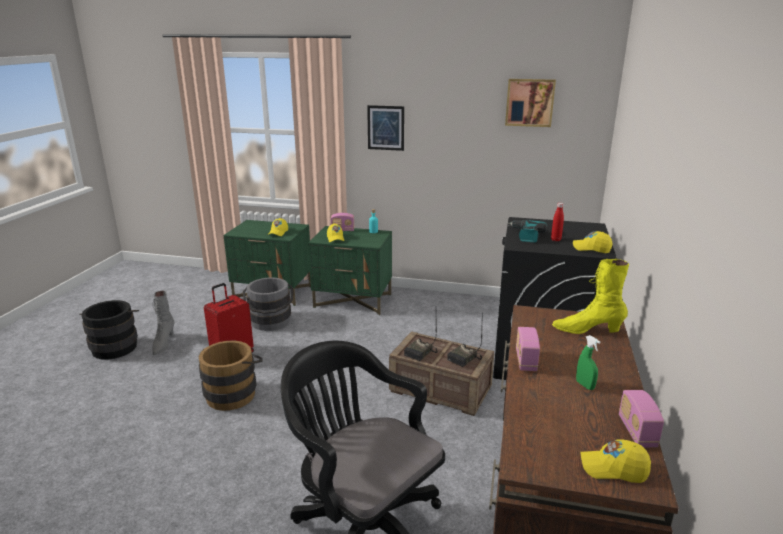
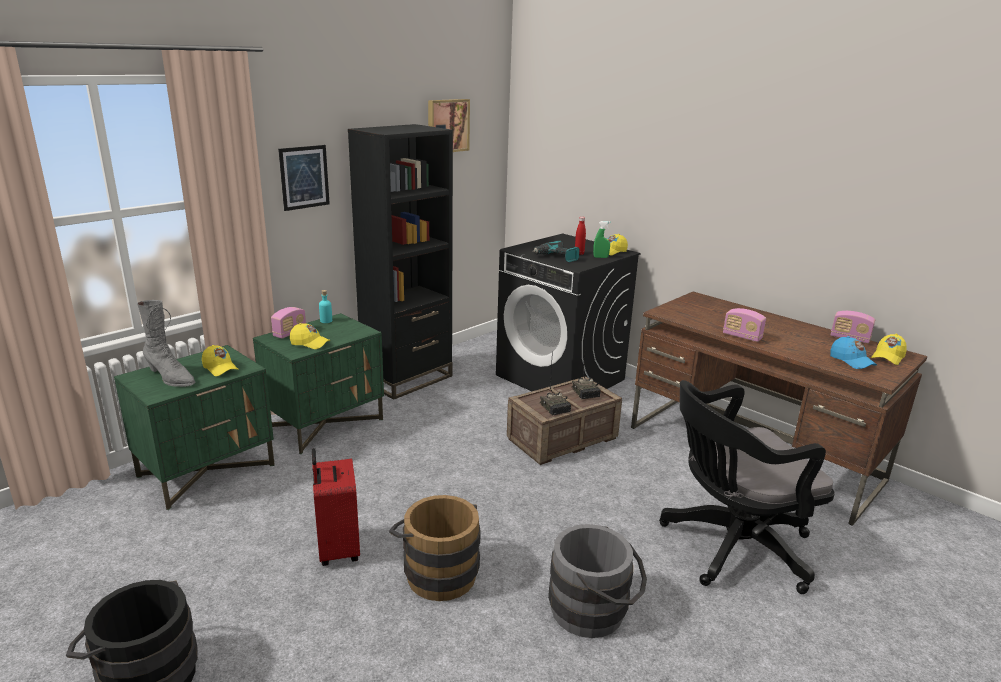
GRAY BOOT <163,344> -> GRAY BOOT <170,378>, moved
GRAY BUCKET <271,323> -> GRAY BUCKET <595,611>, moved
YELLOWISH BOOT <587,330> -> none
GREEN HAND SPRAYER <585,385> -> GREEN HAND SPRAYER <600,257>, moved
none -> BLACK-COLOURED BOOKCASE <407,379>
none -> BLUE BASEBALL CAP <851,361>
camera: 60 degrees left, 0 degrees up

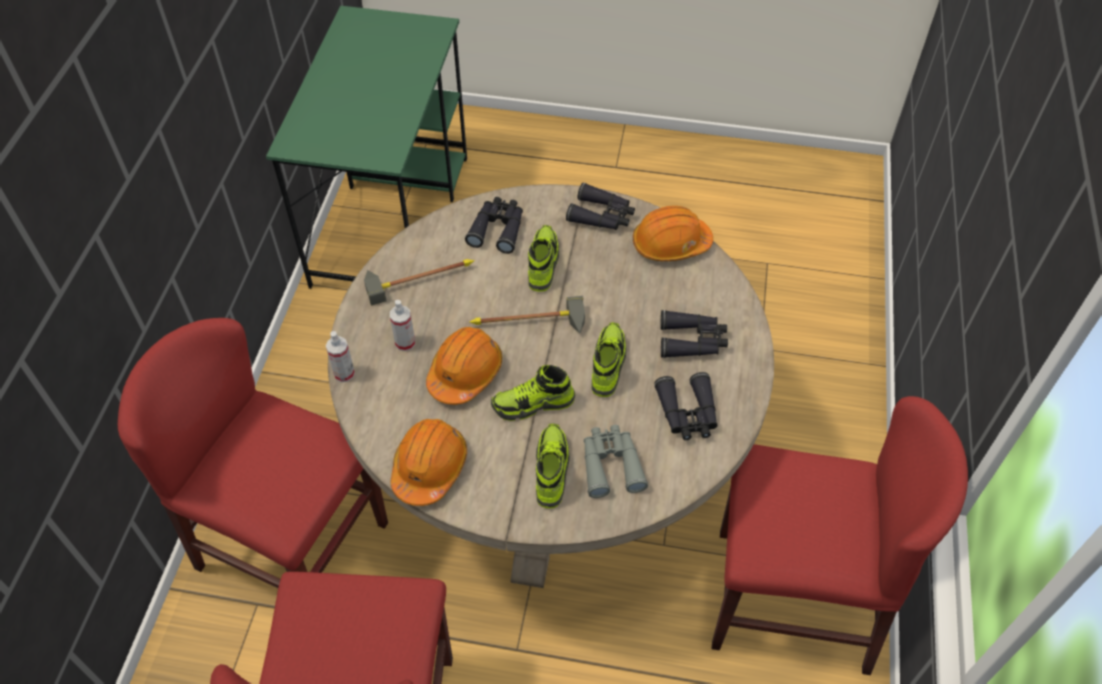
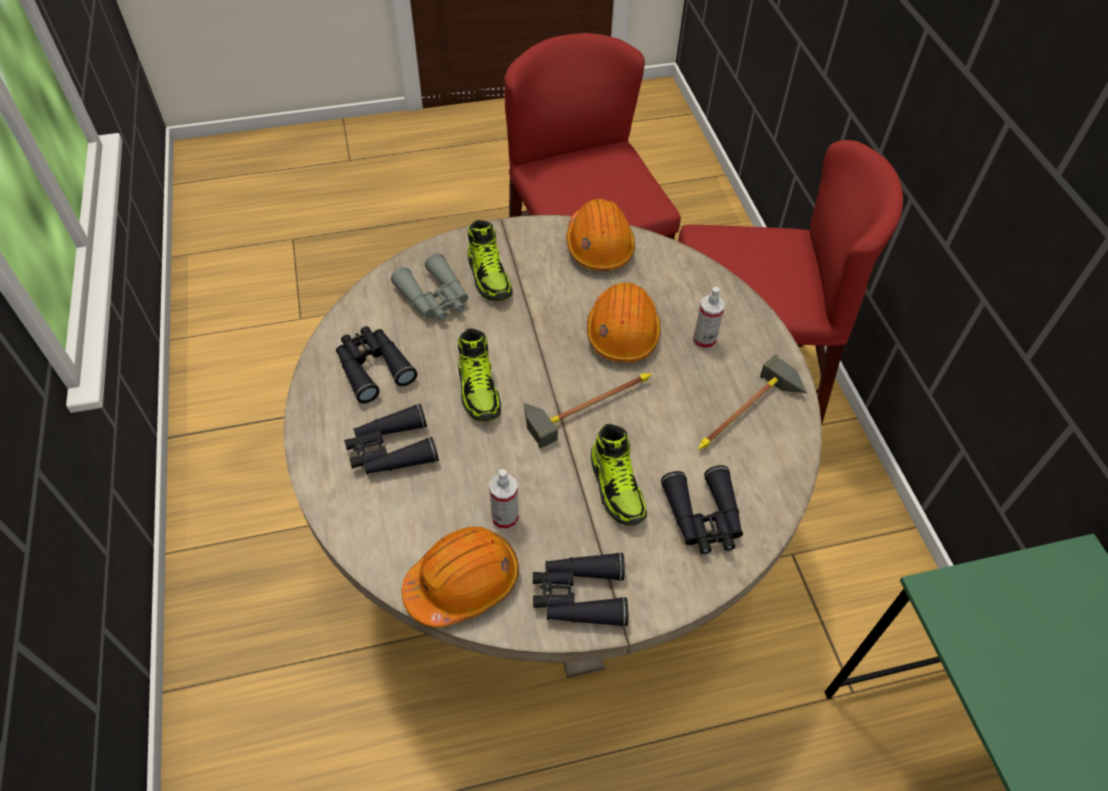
HAND SPRAYER <344,373> -> HAND SPRAYER <505,518>, moved
ITEM OF FOOTWEAR <533,404> -> none
REDDISH UPRIGHT CHAIR <791,599> -> none
camera: 155 degrees right, 0 degrees up

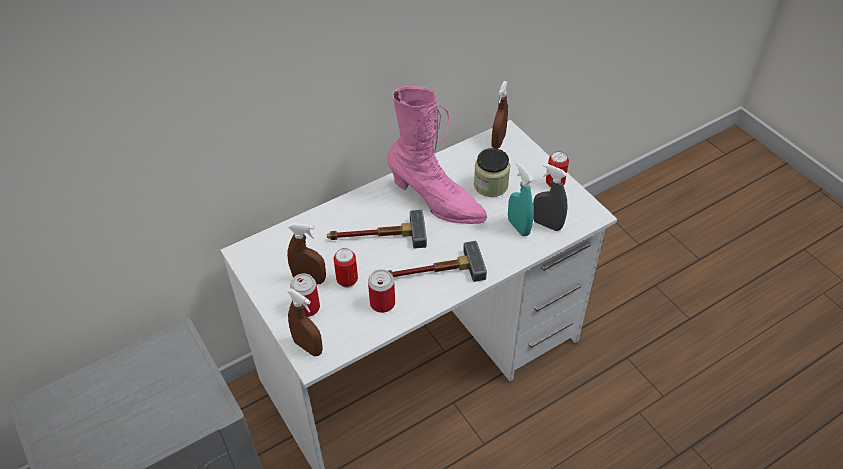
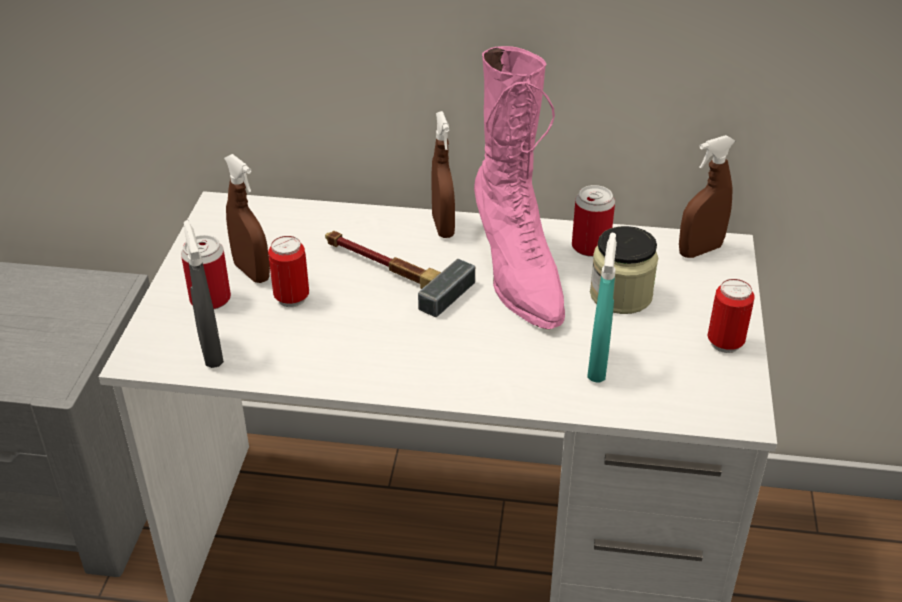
BROWNISH HAND SPRAYER <308,347> -> BROWNISH HAND SPRAYER <443,227>, moved
METAL CAN <382,303> -> METAL CAN <590,247>, moved
HAND HAMMER <432,272> -> none
GRAY HAND SPRAYER <547,224> -> GRAY HAND SPRAYER <211,352>, moved
camera: 40 degrees right, 10 degrees down

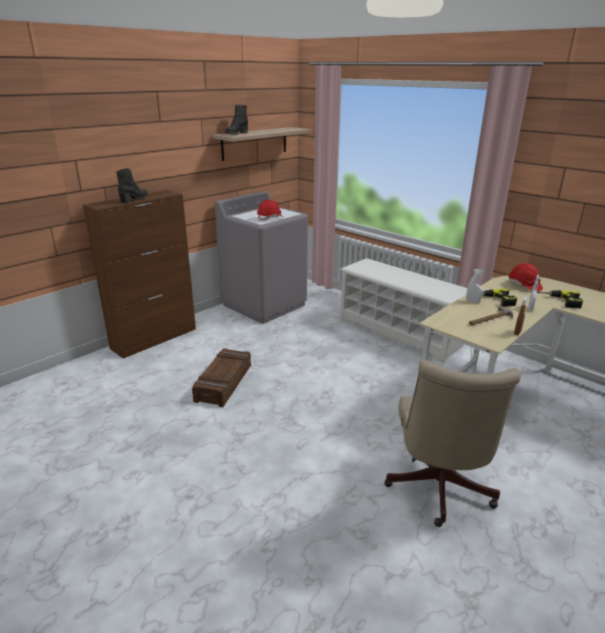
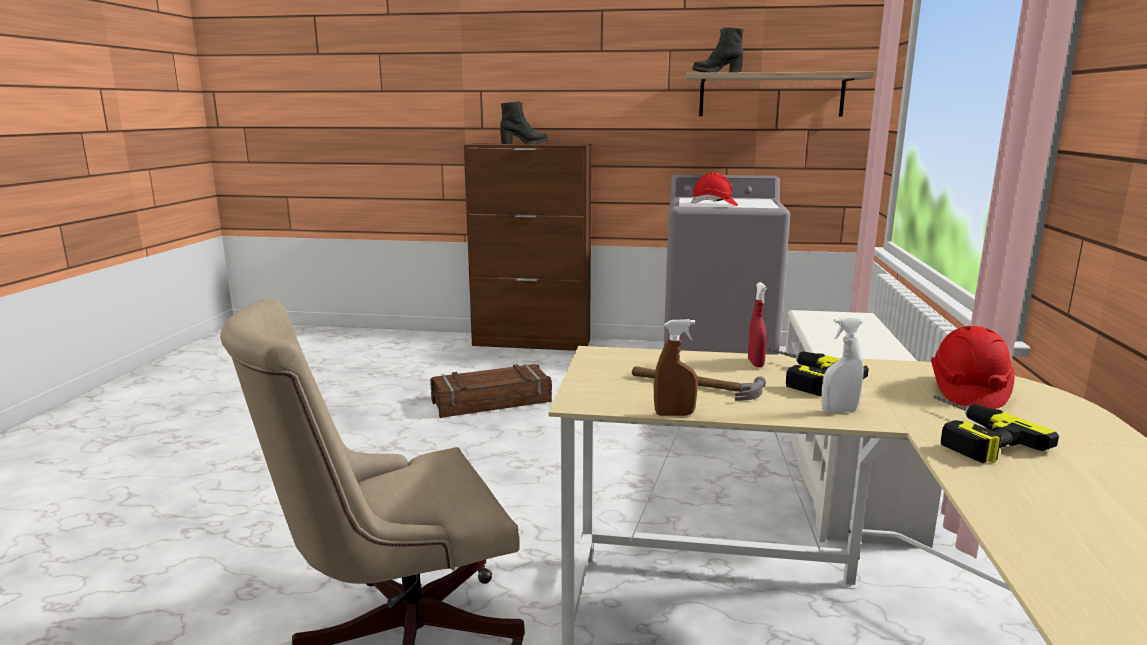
WHITE HAND SPRAYER <472,301> -> REDDISH HAND SPRAYER <755,363>
camera: 55 degrees right, 10 degrees down

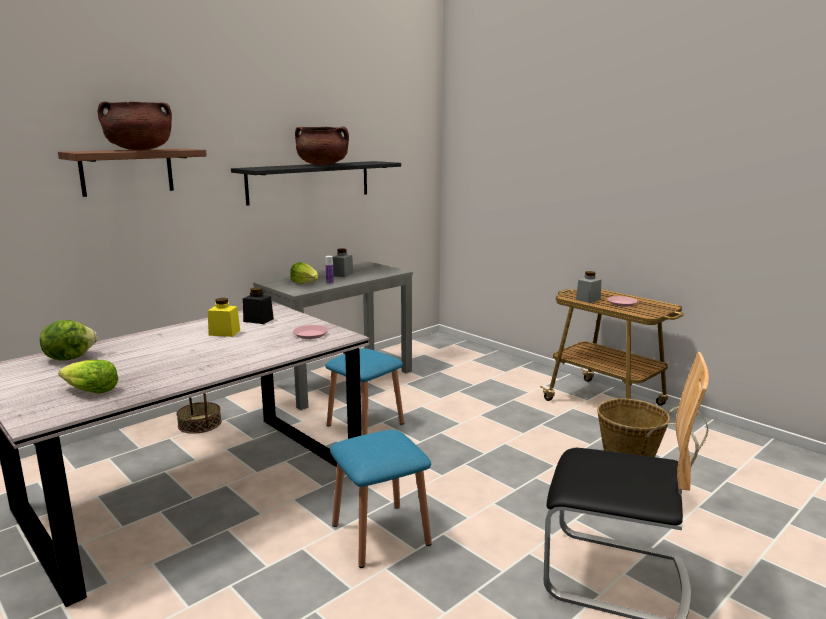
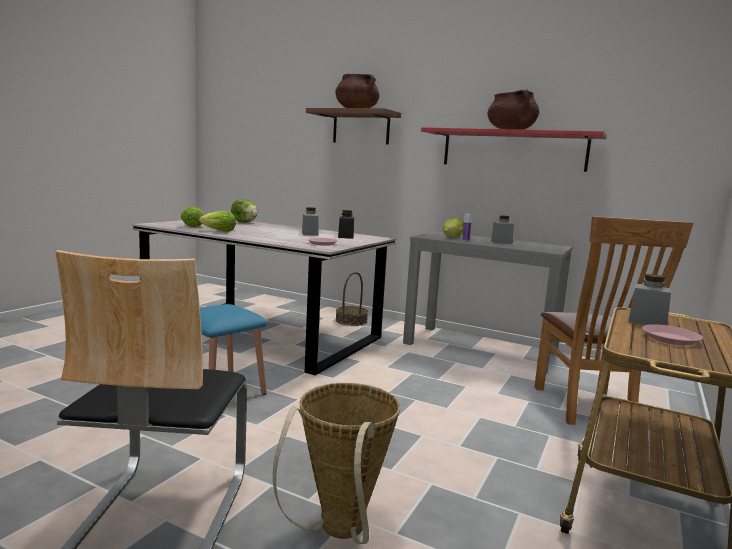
YELLOWISH PRESERVE JAR <224,333> -> GRAY PRESERVE JAR <310,234>
BLACK-COLOURED WALL SHELF <309,182> -> REDDISH WALL SHELF <513,150>
BLUE STOOL SEAT <365,424> -> none
none -> LETTUCE HEAD <218,231>
none -> BROWNISH UPRIGHT CHAIR <586,409>
camera: 70 degrees right, 5 degrees down

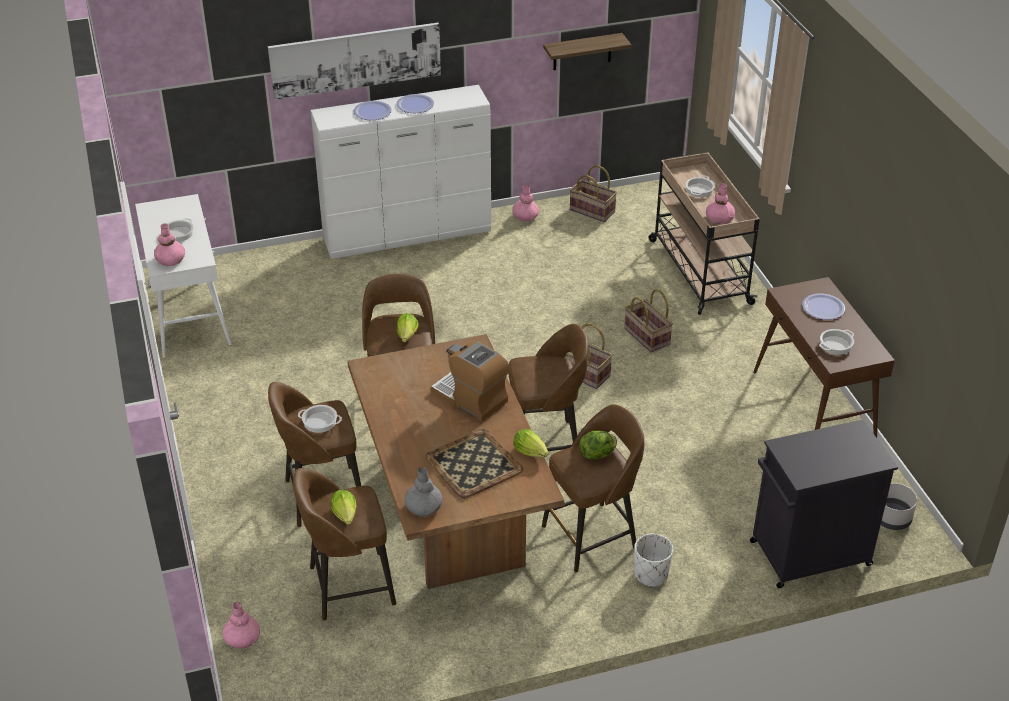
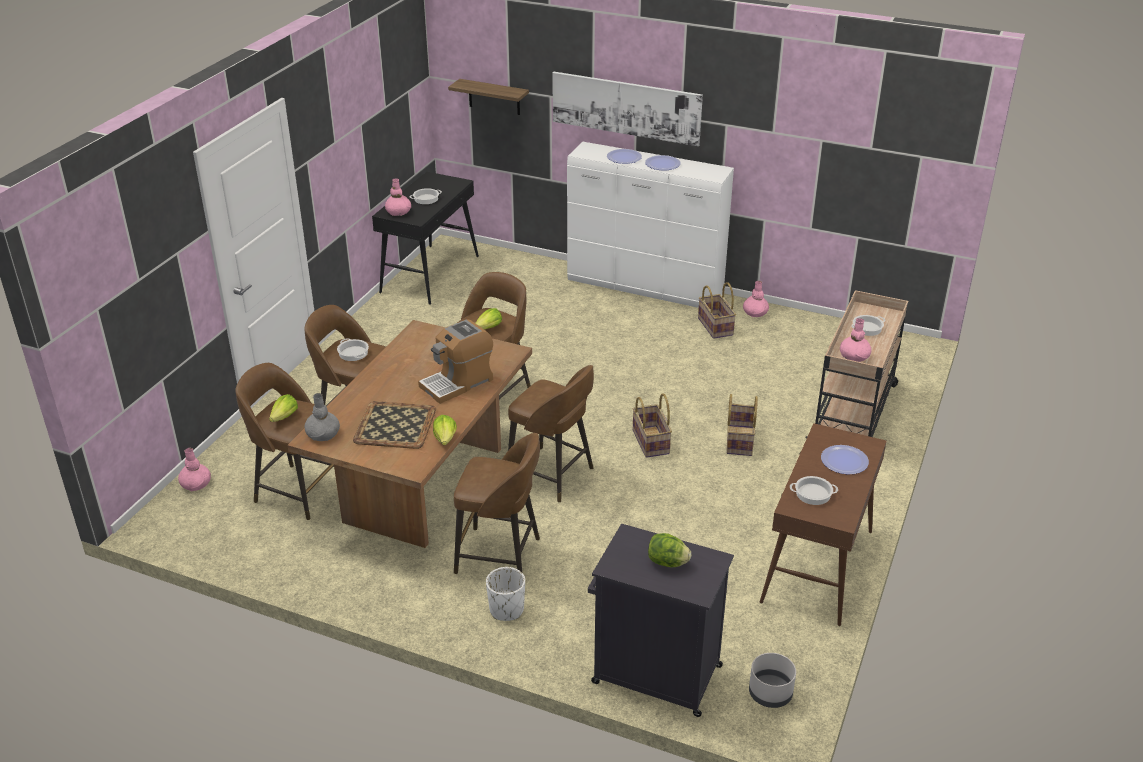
WHITE NARROW TABLE <188,314> -> BLACK-COLOURED NARROW TABLE <430,274>
COFFEE BREWER <470,397> -> COFFEE BREWER <457,382>, 120 degrees counterclockwise
WALL SHELF <582,52> -> WALL SHELF <494,97>, moved
STORAGE BASKET <592,211> -> STORAGE BASKET <716,326>, moved
LETTUCE HEAD <598,454> -> LETTUCE HEAD <667,563>, moved
camera: 40 degrees right, 5 degrees down

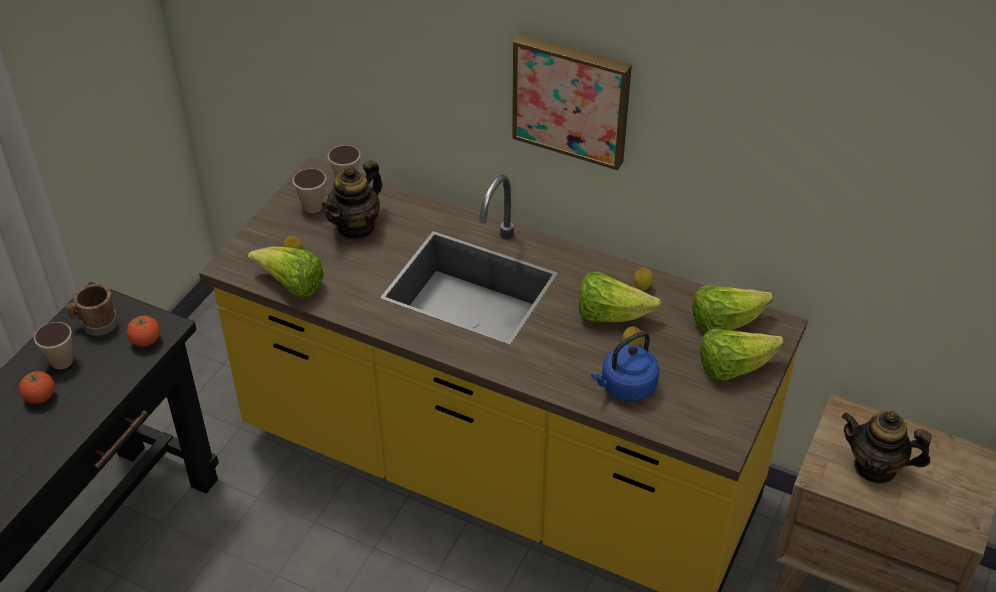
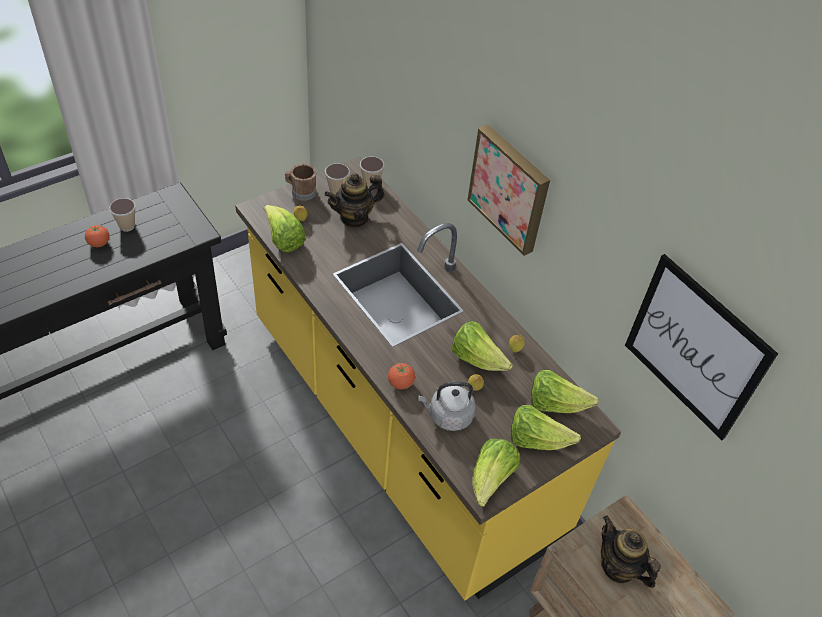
BROWNISH TEA MUG <96,324> -> BROWNISH TEA MUG <301,192>, moved
FRESH TOMATO <146,341> -> FRESH TOMATO <400,383>, moved
BLUE WATER KETTLE <625,387> -> GRAY WATER KETTLE <448,416>
none -> LETTUCE HEAD <491,479>
none -> WALL ART <695,348>
camera: 25 degrees right, 5 degrees up

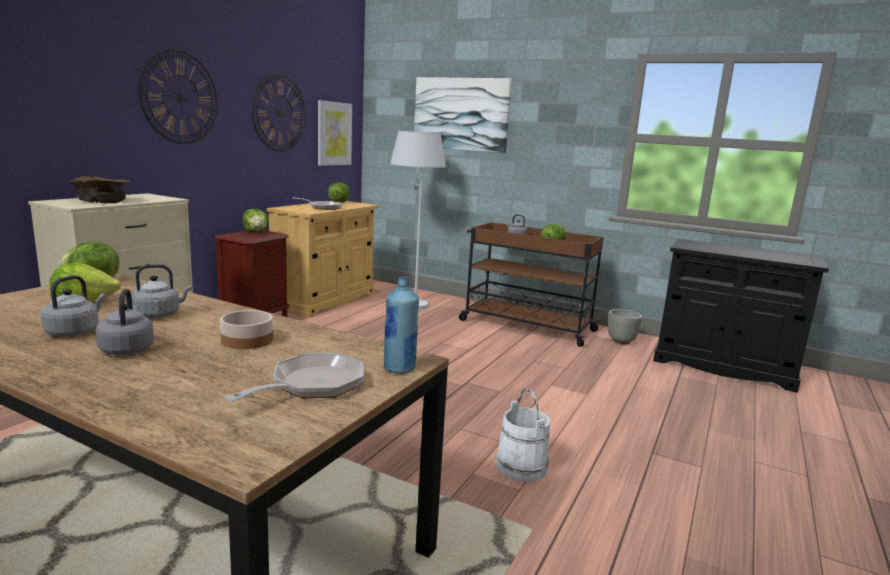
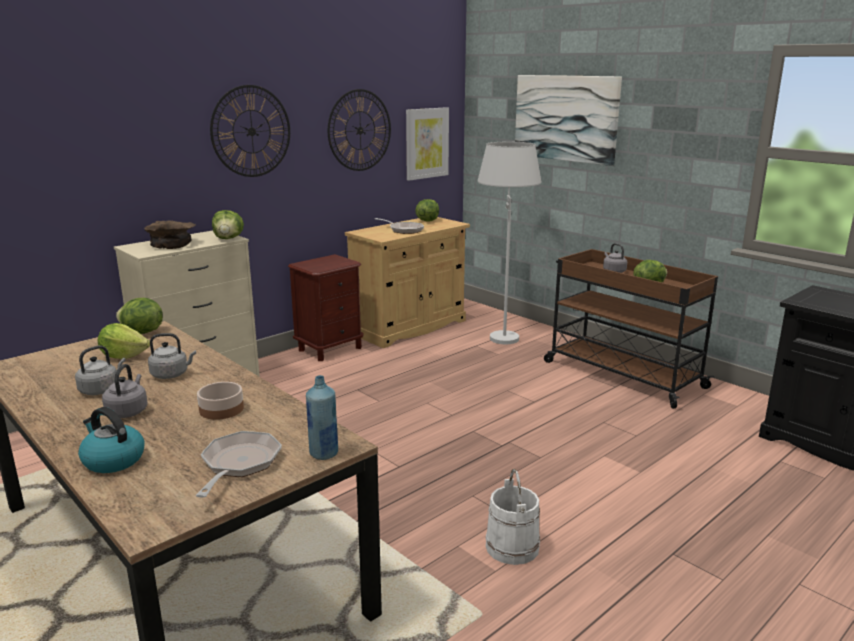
FRYING PAN <312,385> -> FRYING PAN <239,464>, 45 degrees counterclockwise
LETTUCE HEAD <256,232> -> LETTUCE HEAD <228,238>, moved
GRAY FLOWER POT <621,341> -> none
none -> WATER KETTLE <112,460>
camera: 20 degrees right, 5 degrees up

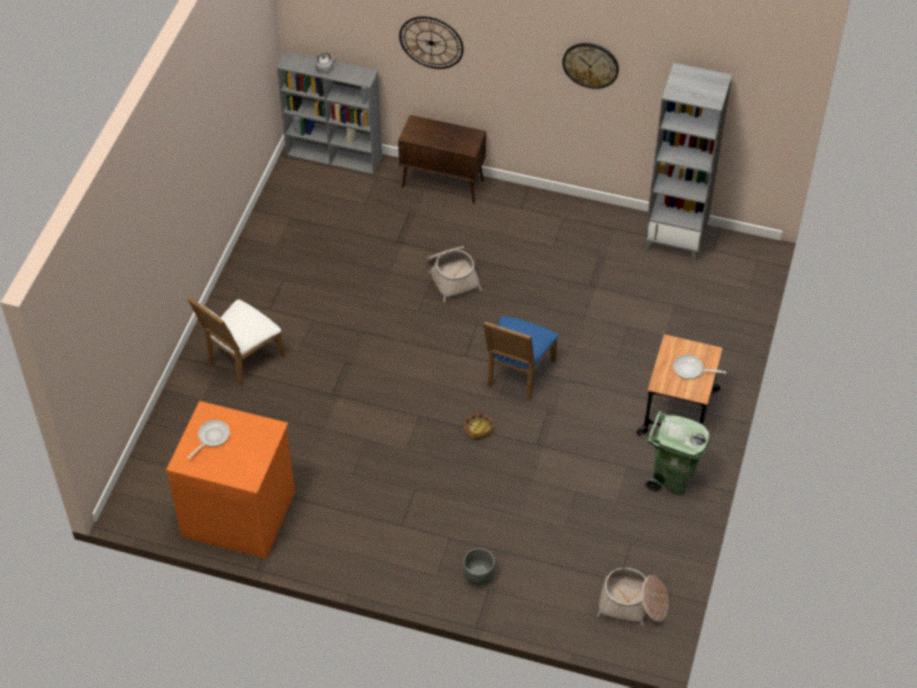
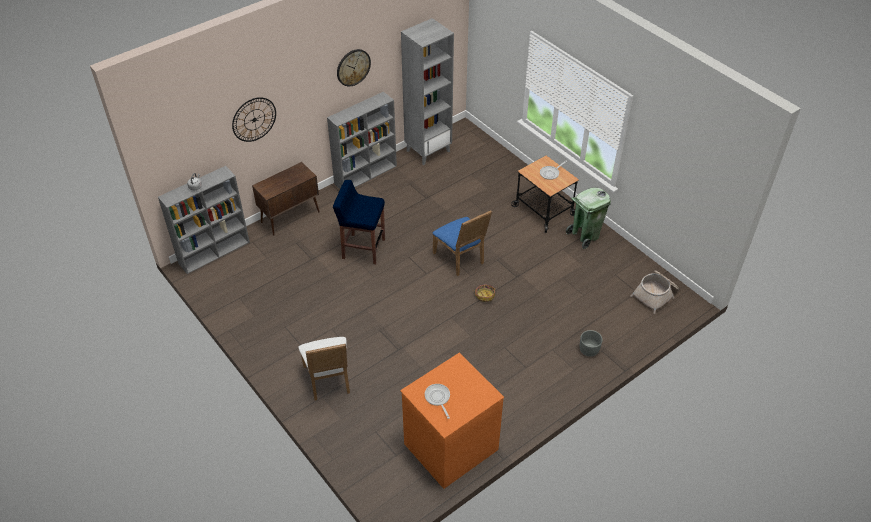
STORAGE BASKET <452,276> -> BLUE STOOL SEAT <362,249>
none -> GRAY BOOKCASE <366,174>
camera: 55 degrees left, 5 degrees down

